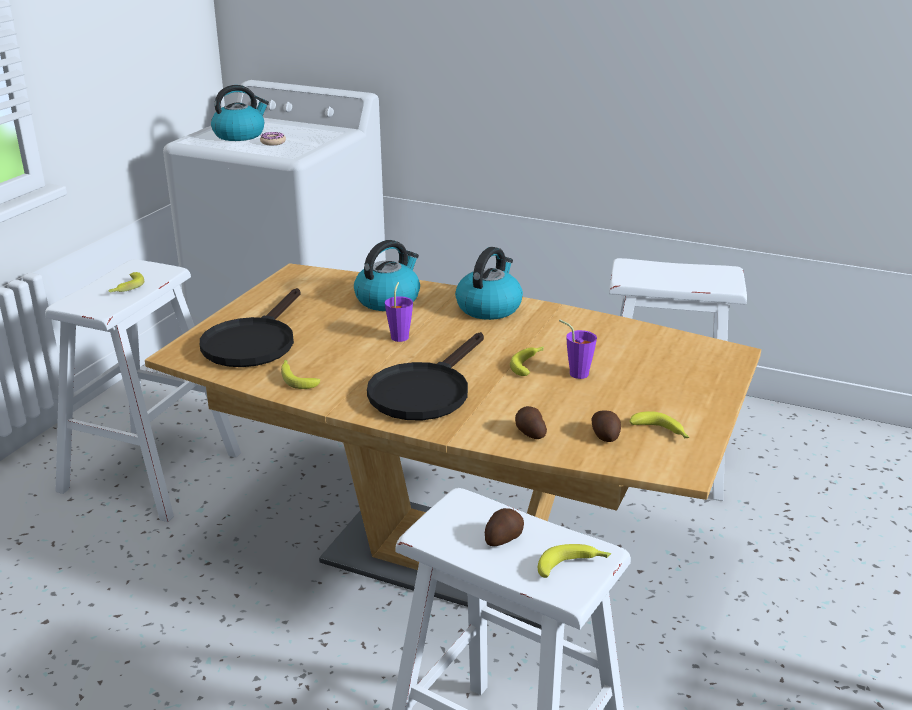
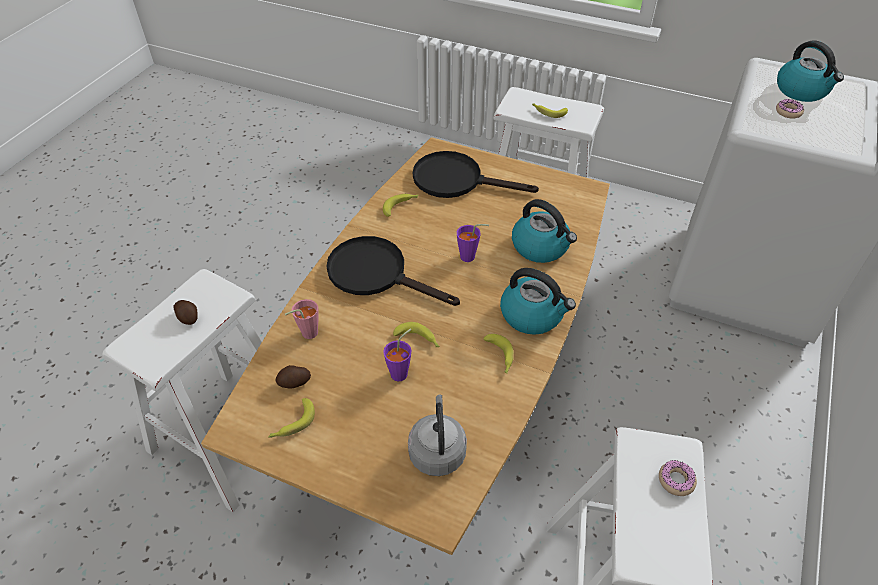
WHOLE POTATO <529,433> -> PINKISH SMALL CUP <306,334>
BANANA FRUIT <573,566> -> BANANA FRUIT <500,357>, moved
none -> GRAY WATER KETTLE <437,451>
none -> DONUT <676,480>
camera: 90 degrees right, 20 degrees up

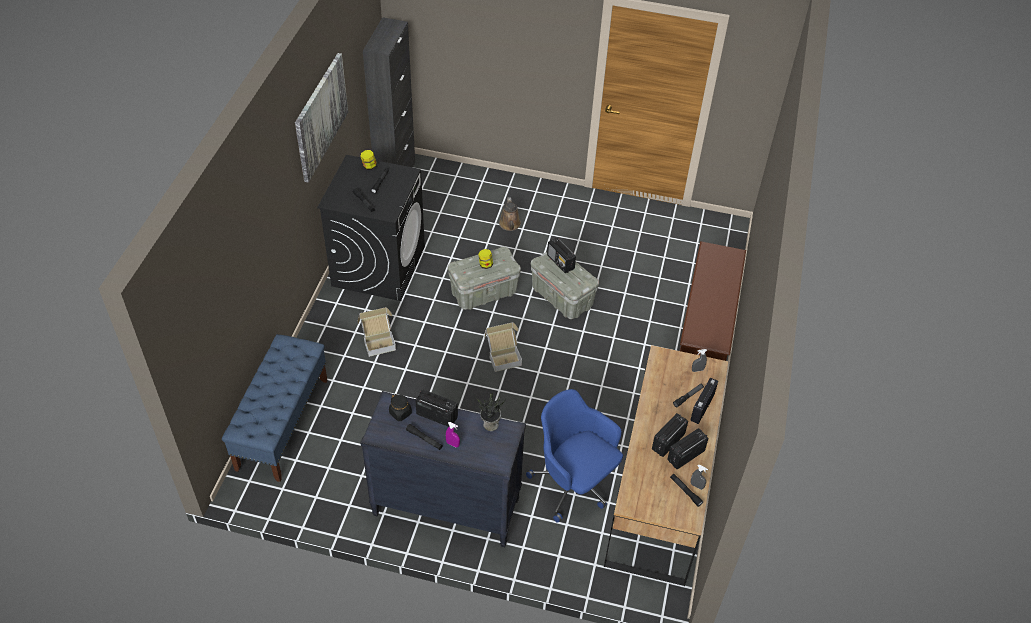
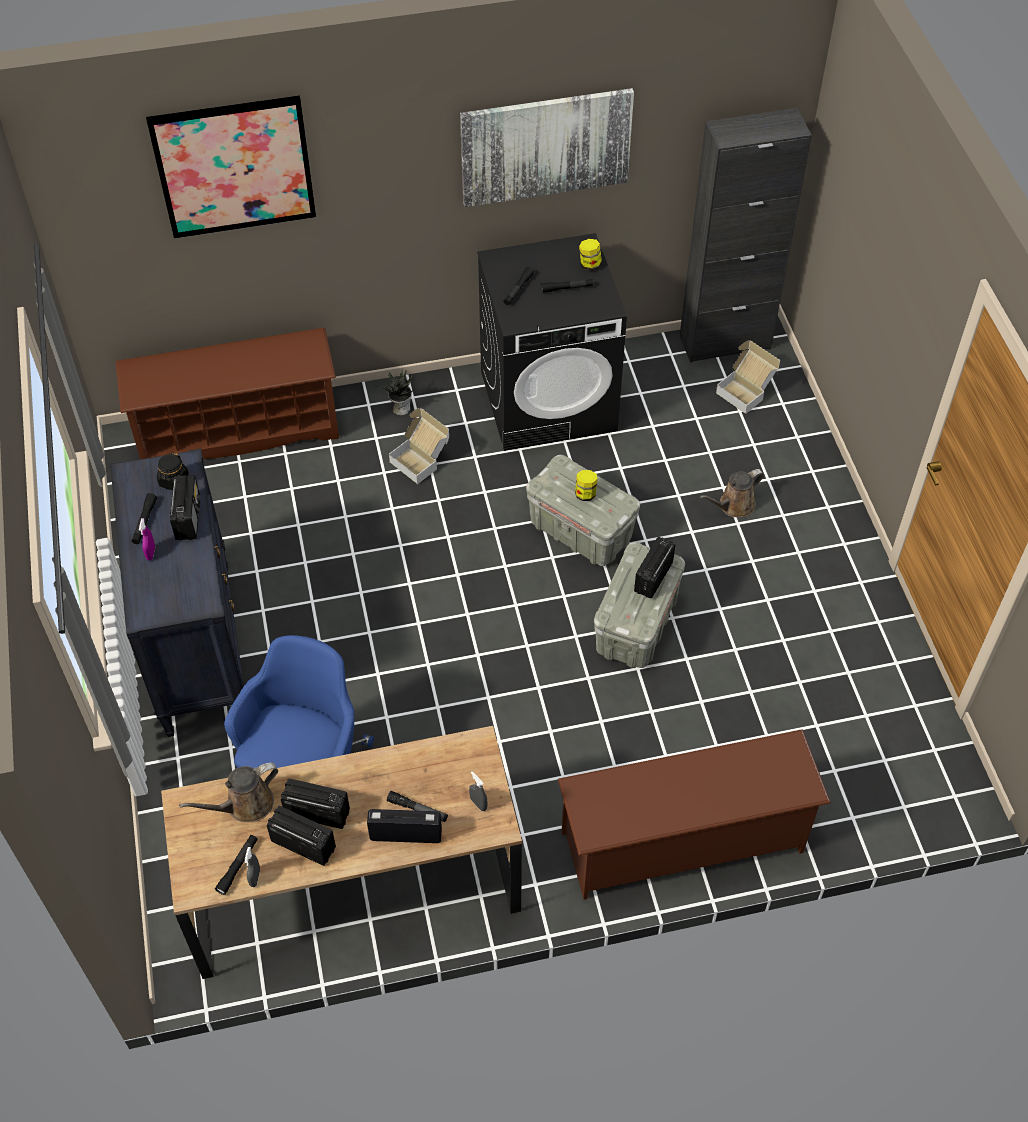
BLUE LONG SEAT <282,423> -> BROWNISH SHOE RACK <238,431>
PLANT IN A POT <490,424> -> PLANT IN A POT <400,408>, moved
CARTON <503,356> -> CARTON <746,391>, moved
none -> WALL ART <234,166>
none -> BROWNISH WATERING CAN <245,805>
camera: 65 degrees right, 5 degrees up

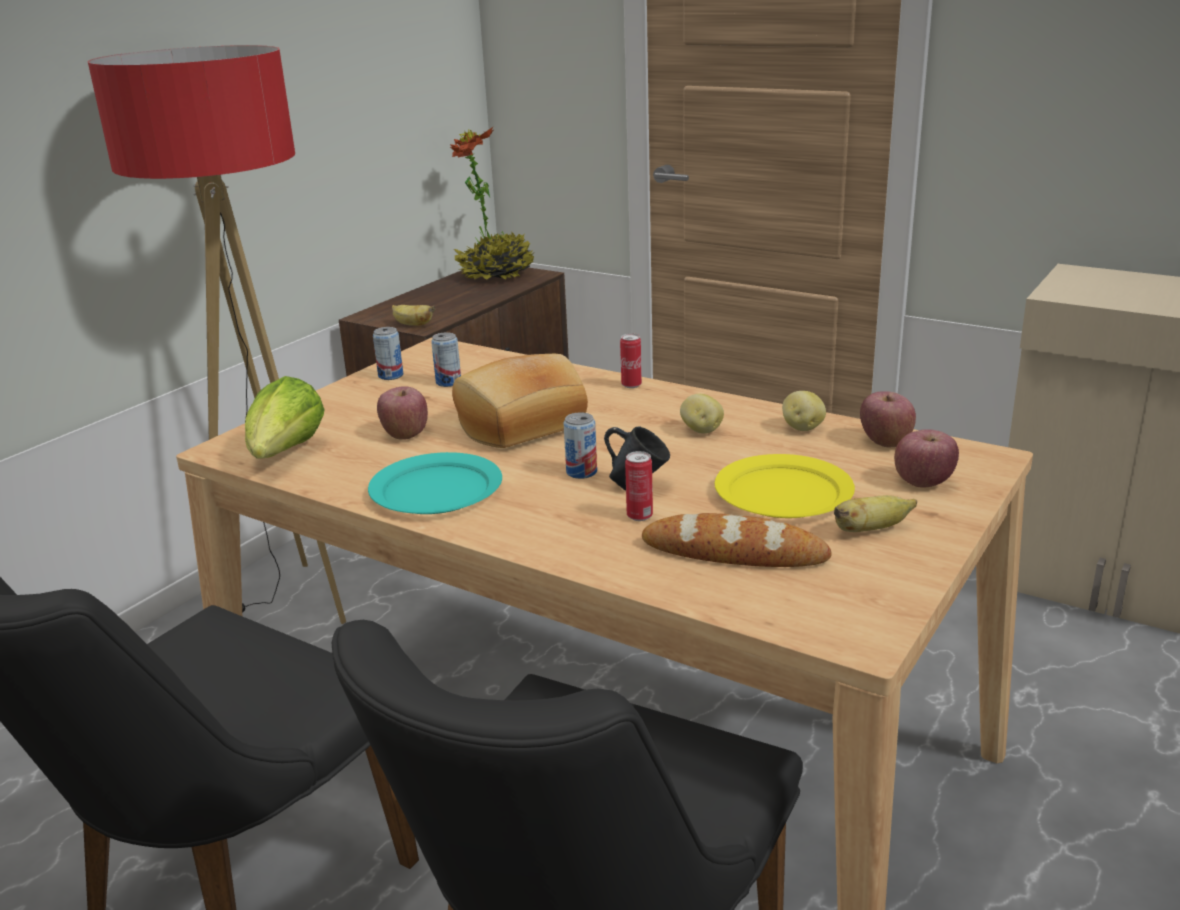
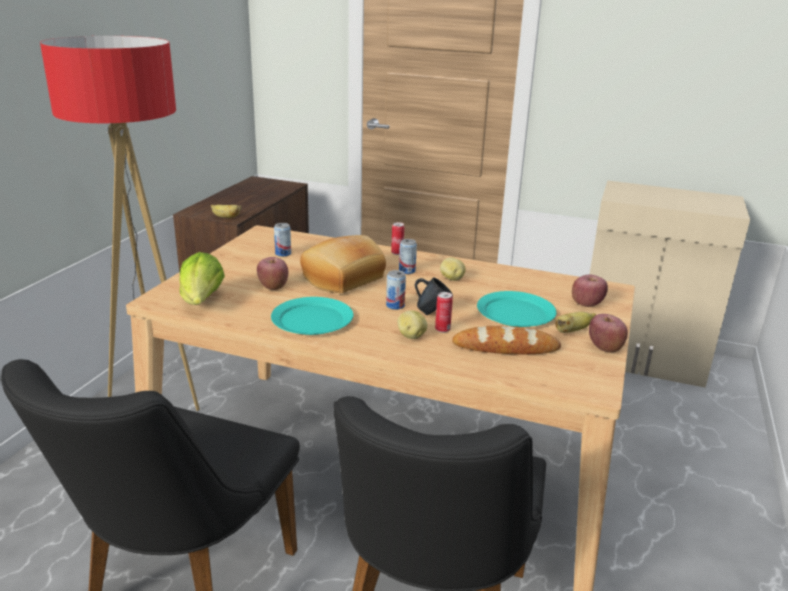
METAL CAN <390,376> -> METAL CAN <407,271>, moved
PLANT IN A POT <496,274> -> none
YELLOWISH FLAT DISH <782,492> -> TURQUOISE FLAT DISH <515,312>
WHOLE POTATO <801,428> -> WHOLE POTATO <411,336>, moved
APPLE <885,441> -> APPLE <604,347>, moved
camera: 15 degrees left, 0 degrees up

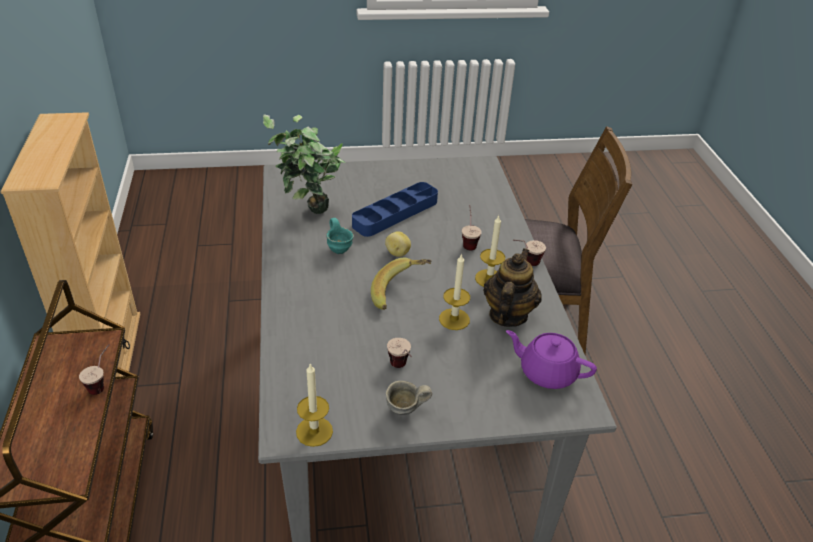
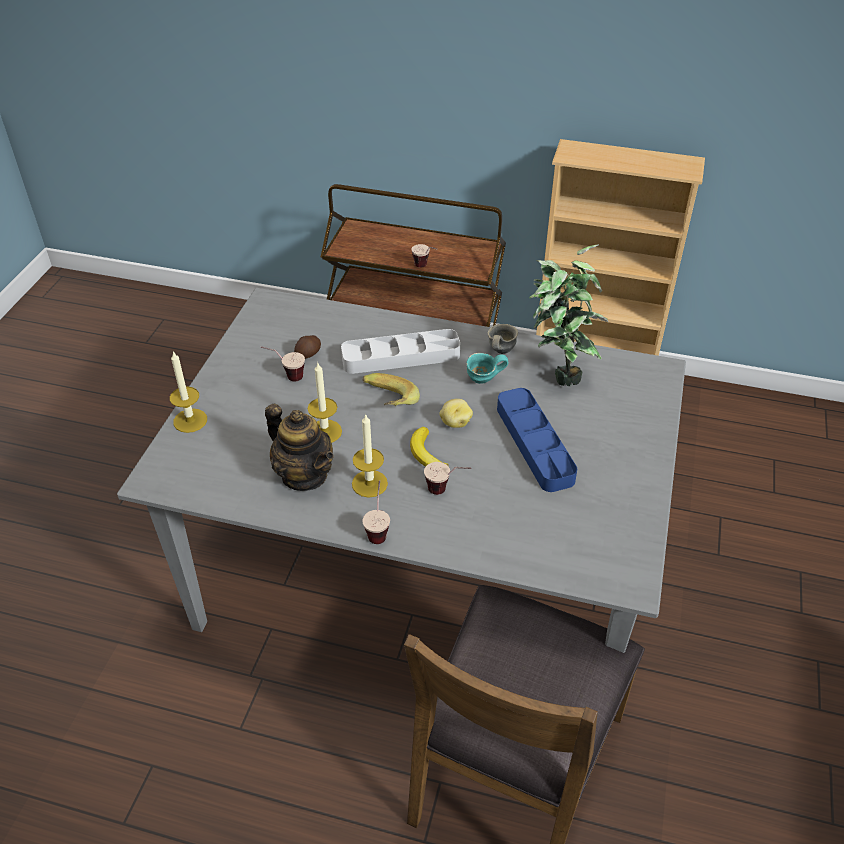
CANDLE <314,431> -> CANDLE <190,420>, moved
GRAY TEA MUG <405,412> -> GRAY TEA MUG <499,351>, moved
PURPLISH POT FOR TEA <546,372> -> none
none -> WHOLE POTATO <309,354>
none -> GRAY TRAY <401,357>
none -> BANANA FRUIT <426,453>
camera: 115 degrees right, 5 degrees up

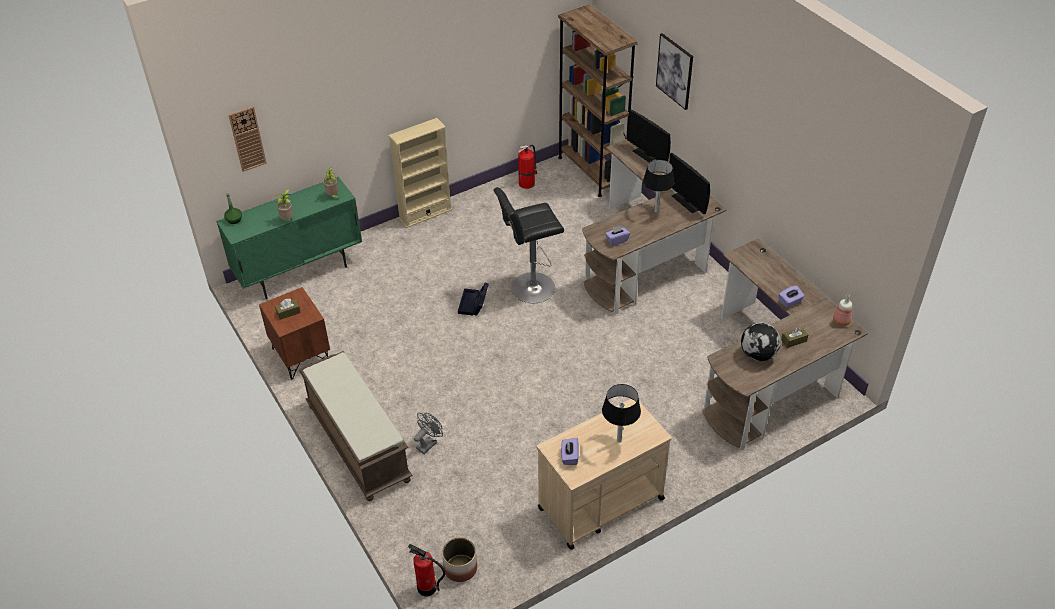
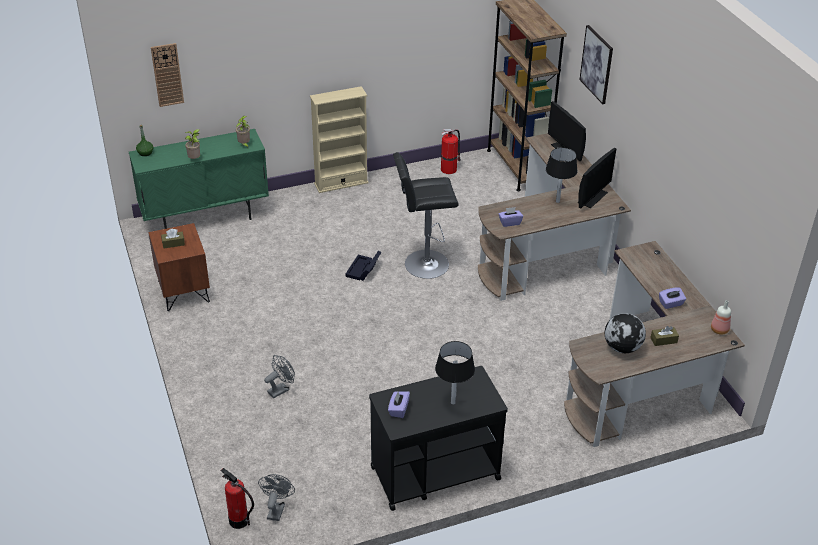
BROWNISH LONG SEAT <357,442> -> none
FLOWER POT <460,568> -> GRAY COOLING FAN <276,509>
BEIGE TROLLEY <600,503> -> BLACK-COLOURED TROLLEY <434,473>
COMPUTER SCREEN <687,202> -> COMPUTER SCREEN <592,197>, 120 degrees counterclockwise
camera: 10 degrees right, 5 degrees down

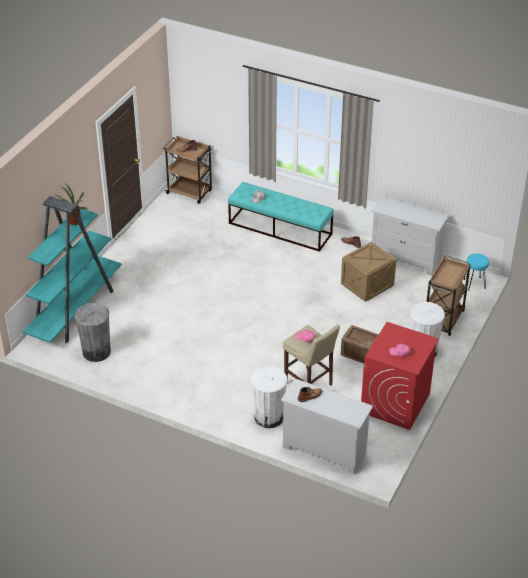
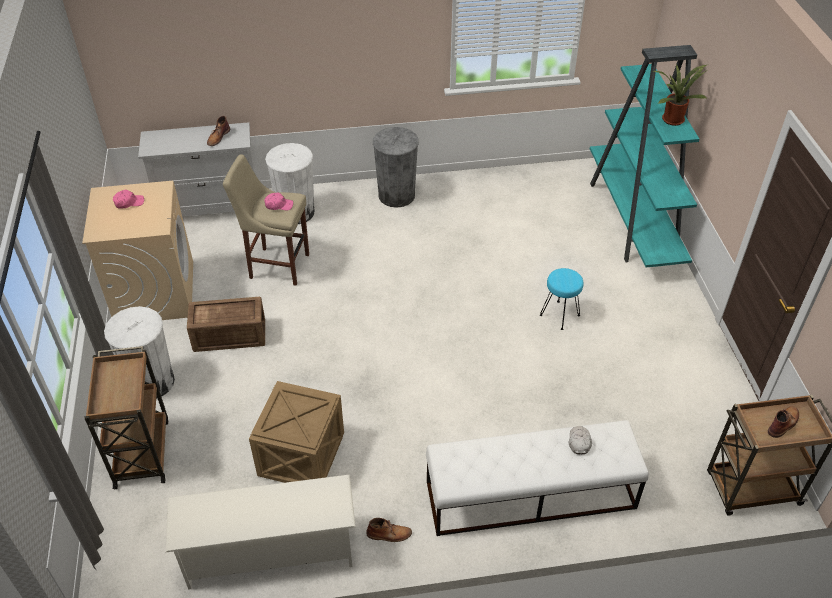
GRAY RUBBISH BIN <96,352> -> GRAY RUBBISH BIN <396,195>, moved
TURQUOISE LONG SEAT <280,229> -> WHITE LONG SEAT <529,495>
REDDISH LAUNDRY MACHINE <395,403> -> BEIGE LAUNDRY MACHINE <154,292>
WHITE DRESSER <406,258> -> WHITE SHOE RACK <269,552>
TURQUOISE STOOL SEAT <474,284> -> TURQUOISE STOOL SEAT <559,315>, moved
camera: 145 degrees right, 5 degrees up

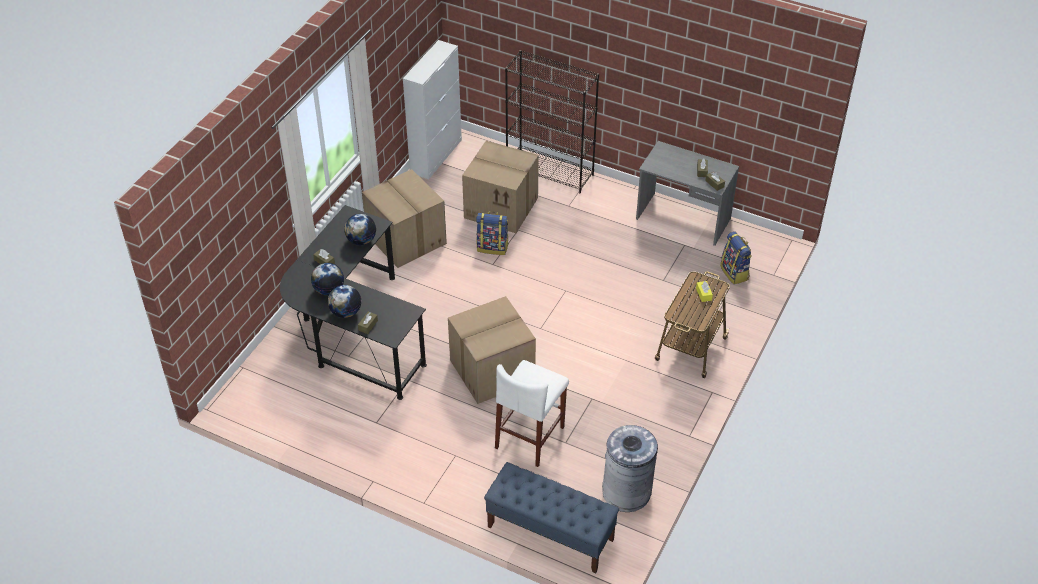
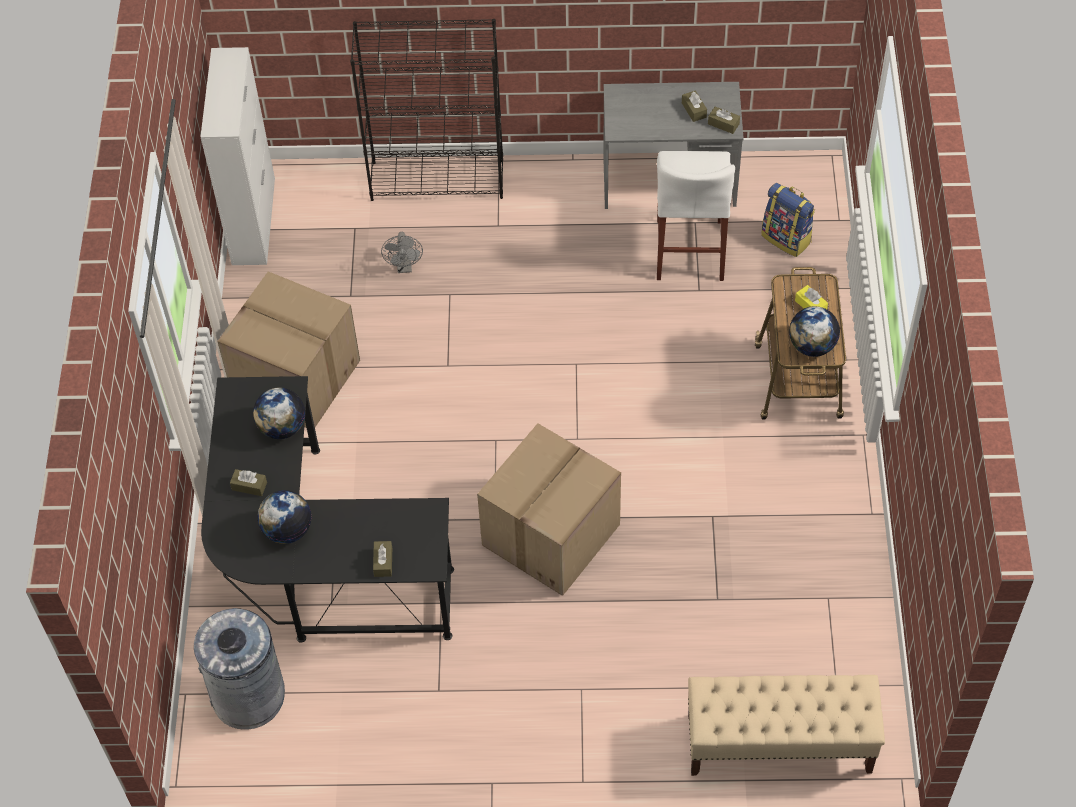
GLOBE <345,312> -> GLOBE <811,346>, moved
CARTON <502,207> -> GRAY COOLING FAN <404,267>
RUCKSACK <493,247> -> none
BLUE LONG SEAT <550,533> -> BEIGE LONG SEAT <778,744>
WHITE STOOL SEAT <530,437> -> WHITE STOOL SEAT <689,249>, moved
GRAY RUBBISH BIN <627,492> -> GRAY RUBBISH BIN <249,696>, moved
camera: 25 degrees left, 10 degrees up

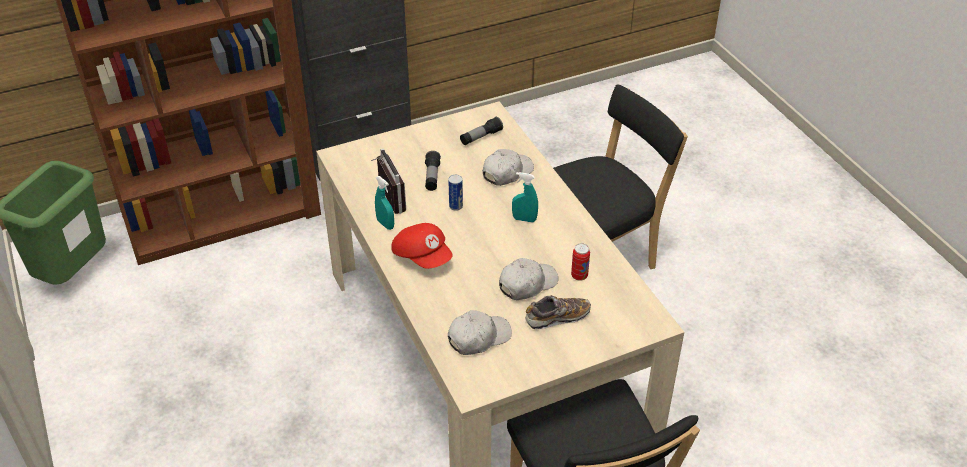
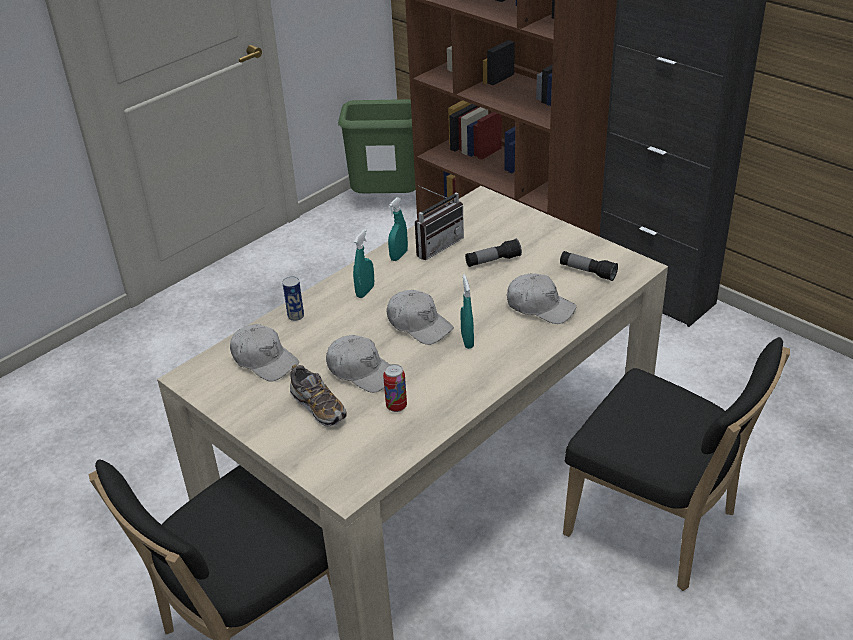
REDDISH BASEBALL CAP <423,256> -> TURQUOISE HAND SPRAYER <365,291>
METAL CAN <456,206> -> METAL CAN <296,316>, moved
none -> WHITE BASEBALL CAP <419,324>
camera: 70 degrees right, 5 degrees down

